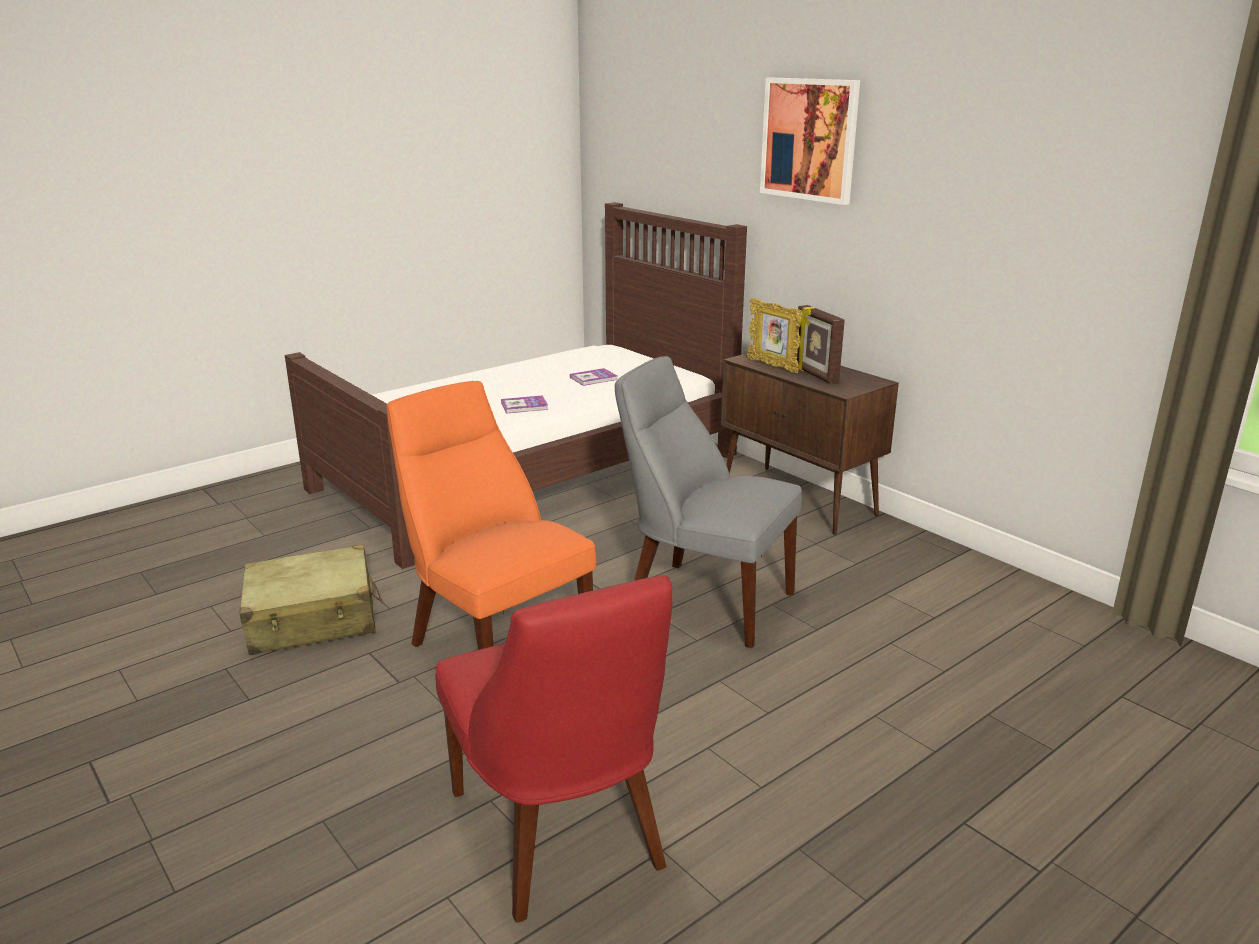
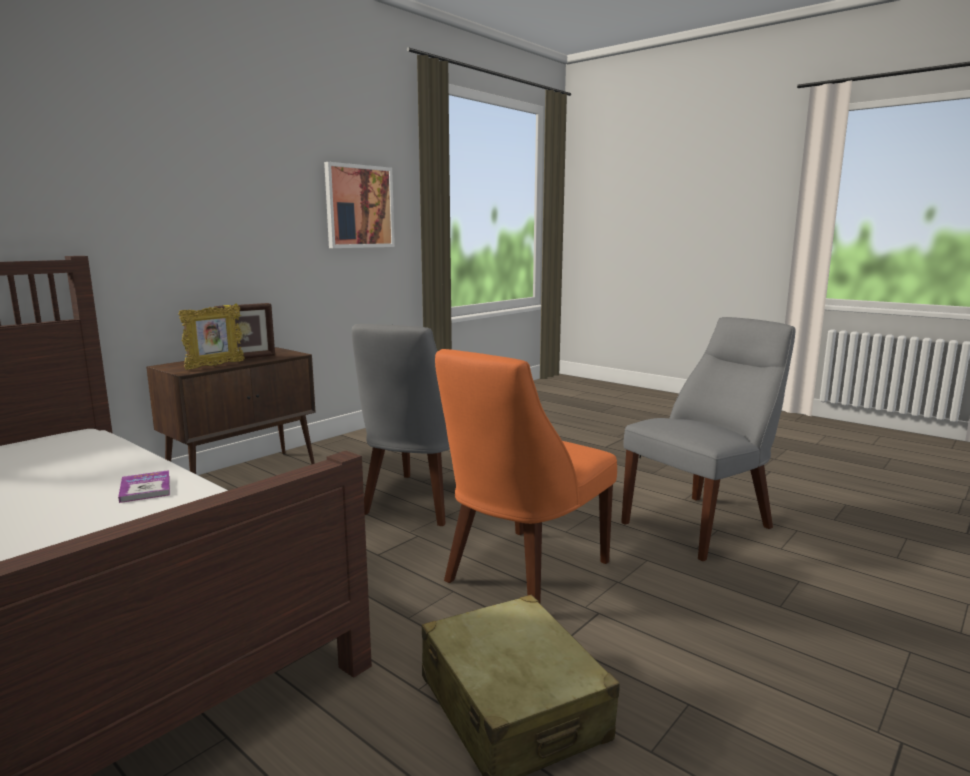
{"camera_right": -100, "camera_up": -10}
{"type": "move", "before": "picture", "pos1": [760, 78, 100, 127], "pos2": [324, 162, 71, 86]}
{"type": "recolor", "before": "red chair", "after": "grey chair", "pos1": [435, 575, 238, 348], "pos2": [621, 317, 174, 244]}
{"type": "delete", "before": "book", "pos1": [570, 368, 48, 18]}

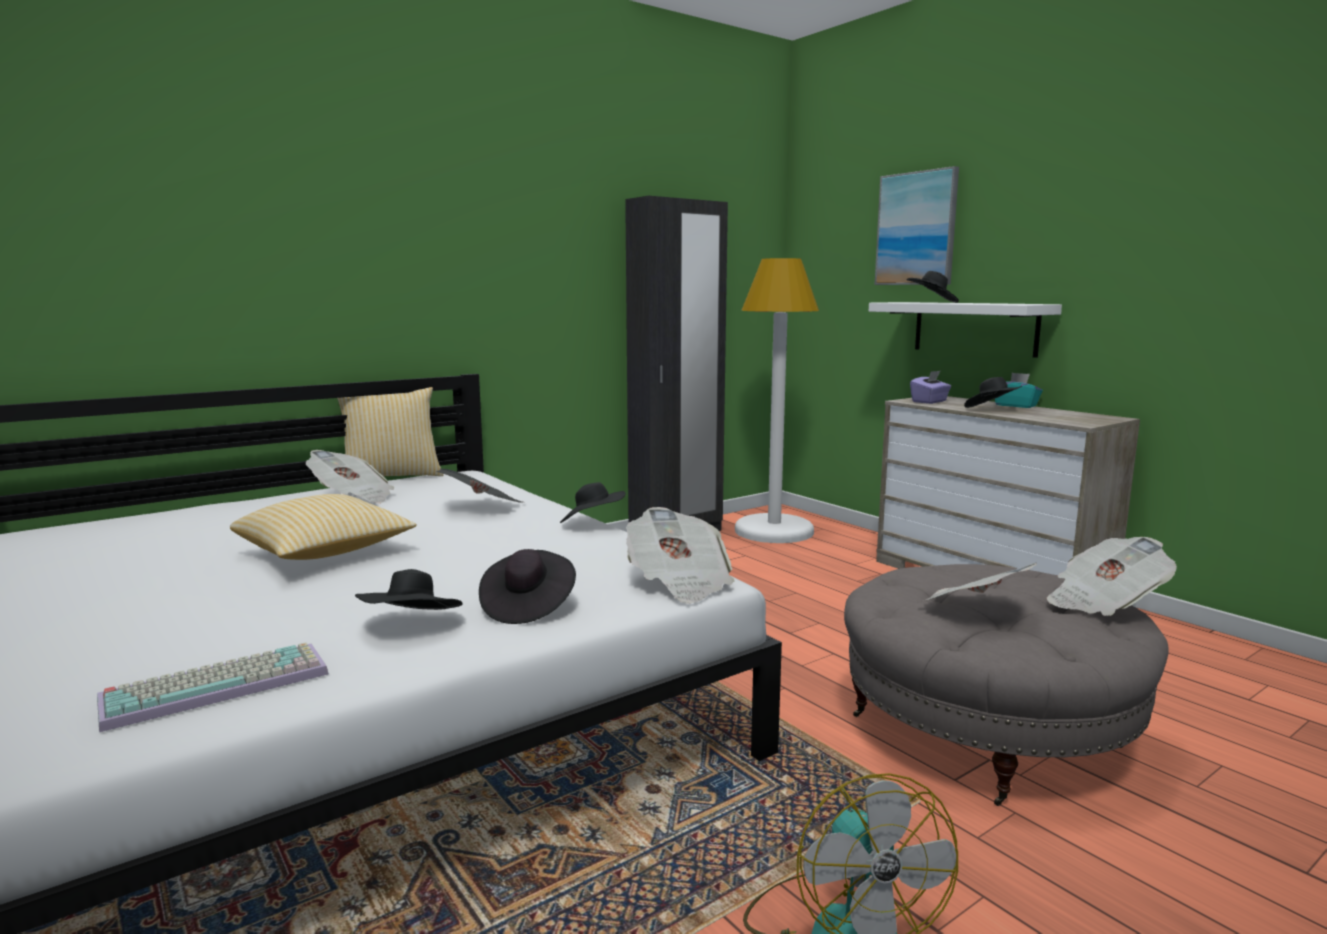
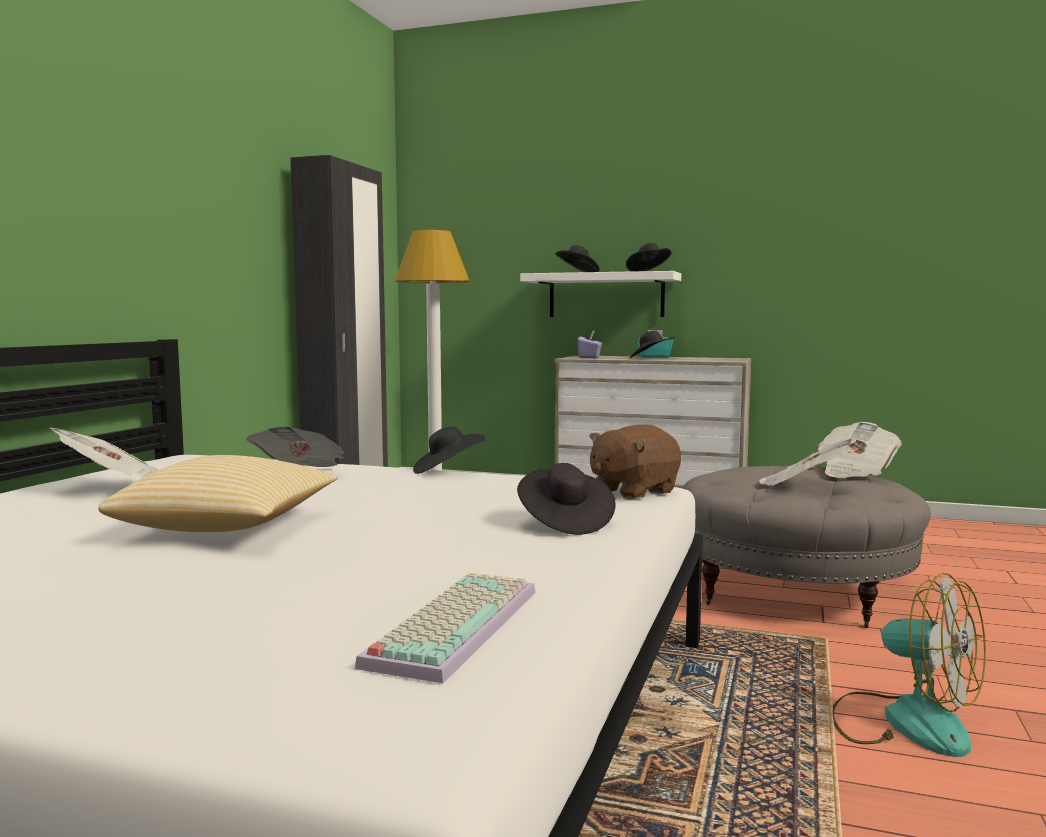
{"camera_right": -35, "camera_up": -5}
{"type": "replace", "before": "newspaper", "after": "brown plush toy", "pos1": [626, 507, 109, 97], "pos2": [589, 424, 92, 75]}
{"type": "move", "before": "black hat", "pos1": [355, 569, 108, 41], "pos2": [626, 243, 45, 29]}
{"type": "delete", "before": "pillow", "pos1": [337, 387, 106, 89]}
{"type": "delete", "before": "picture", "pos1": [875, 166, 84, 119]}

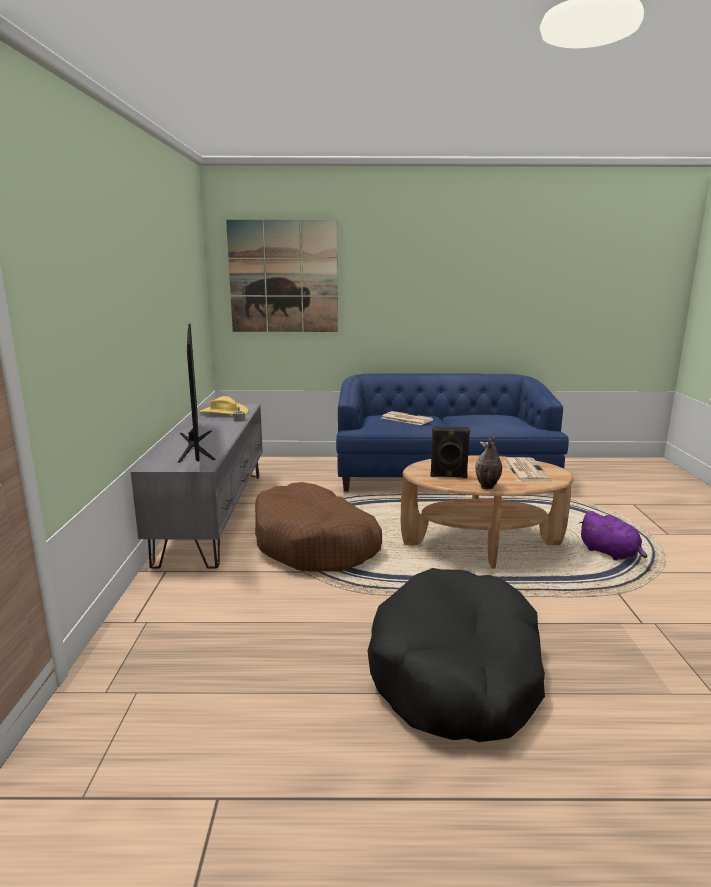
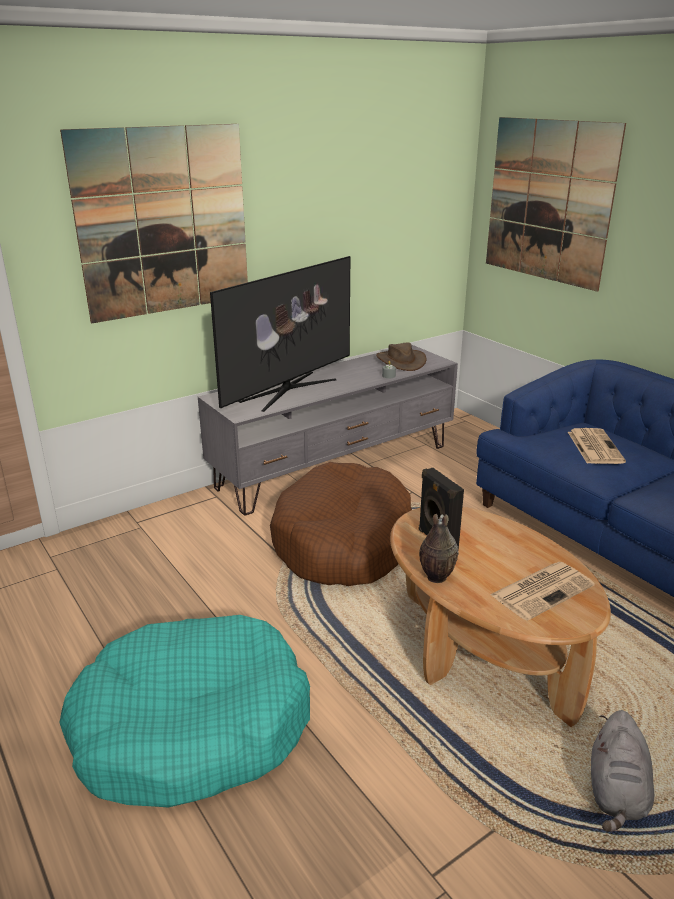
{"camera_right": 55, "camera_up": 10}
{"type": "recolor", "before": "black dog bed", "after": "turquoise dog bed", "pos1": [368, 568, 177, 174], "pos2": [59, 615, 251, 193]}
{"type": "insert", "after": "picture", "pos2": [60, 124, 188, 199]}
{"type": "recolor", "before": "yellow hat", "after": "brown hat", "pos1": [199, 396, 49, 19], "pos2": [376, 342, 50, 29]}
{"type": "recolor", "before": "purple plush toy", "after": "grey plush toy", "pos1": [579, 511, 68, 49], "pos2": [591, 710, 63, 122]}

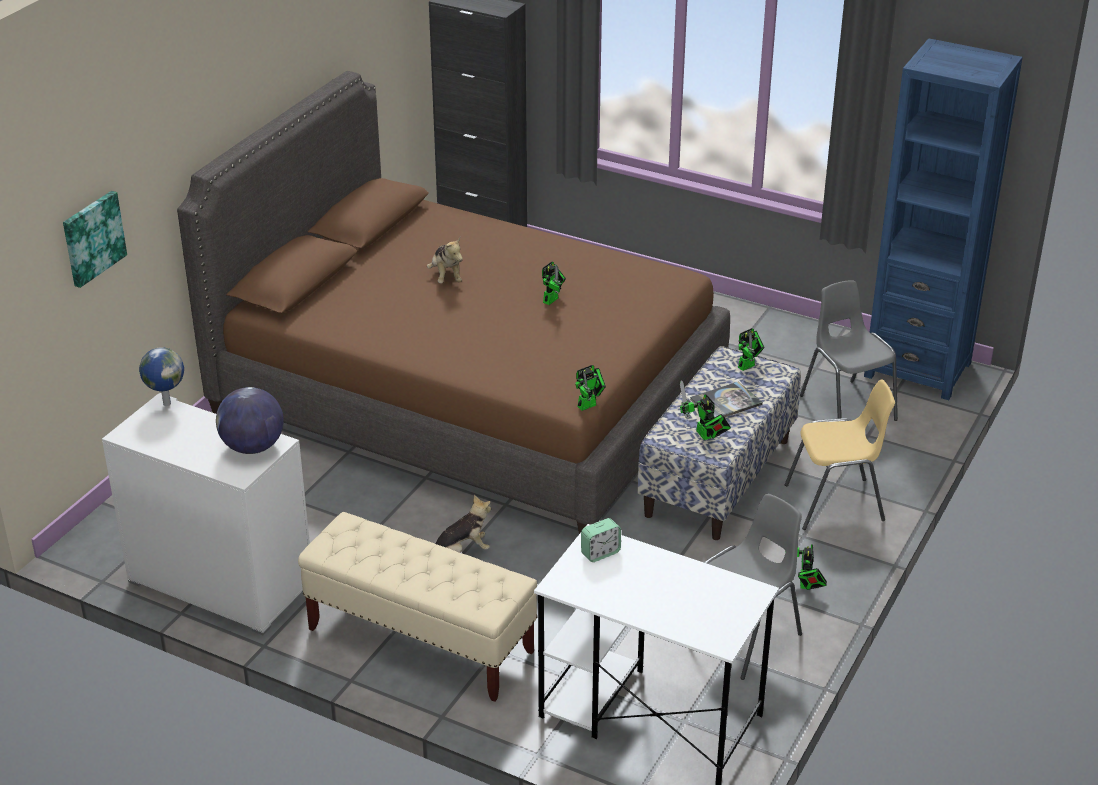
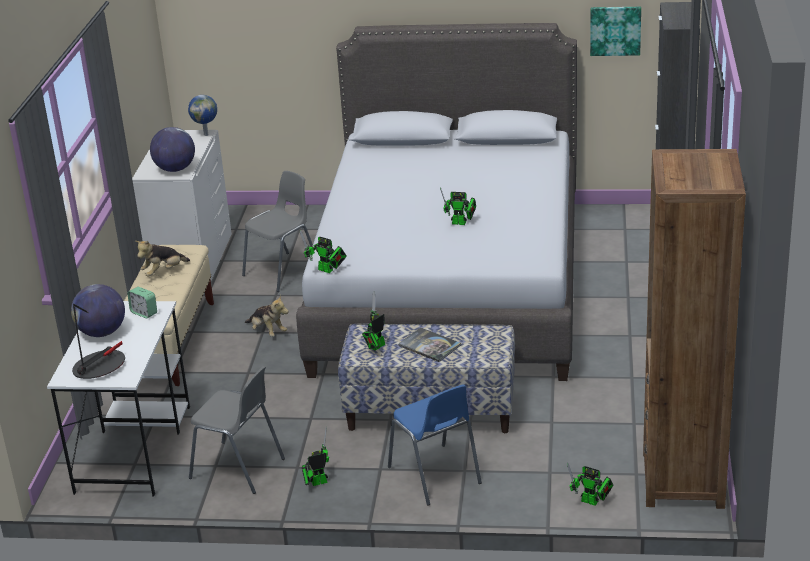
{"camera_right": 70, "camera_up": -5}
{"type": "insert", "after": "globe", "pos2": [71, 284, 54, 53]}
{"type": "insert", "after": "table lamp", "pos2": [72, 304, 53, 75]}
{"type": "move", "before": "plush toy", "pos1": [427, 237, 36, 46], "pos2": [135, 240, 55, 37]}
{"type": "move", "before": "grey chair", "pos1": [800, 280, 98, 141], "pos2": [242, 171, 71, 121]}
{"type": "recolor", "before": "brown bed", "after": "grey bed", "pos1": [177, 71, 553, 463], "pos2": [296, 23, 281, 358]}
{"type": "recolor", "before": "yellow chair", "after": "blue chair", "pos1": [785, 379, 110, 151], "pos2": [388, 384, 94, 121]}
{"type": "move", "before": "toy robot", "pos1": [738, 328, 26, 43], "pos2": [567, 463, 46, 43]}
{"type": "move", "before": "picture", "pos1": [63, 191, 64, 97], "pos2": [590, 7, 51, 49]}
{"type": "recolor", "before": "blue bookcase", "after": "brown bookcase", "pos1": [864, 38, 159, 362], "pos2": [643, 149, 103, 360]}

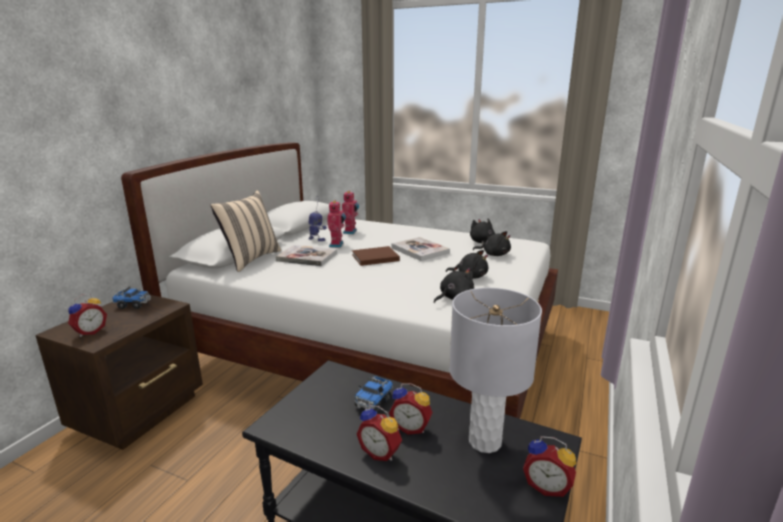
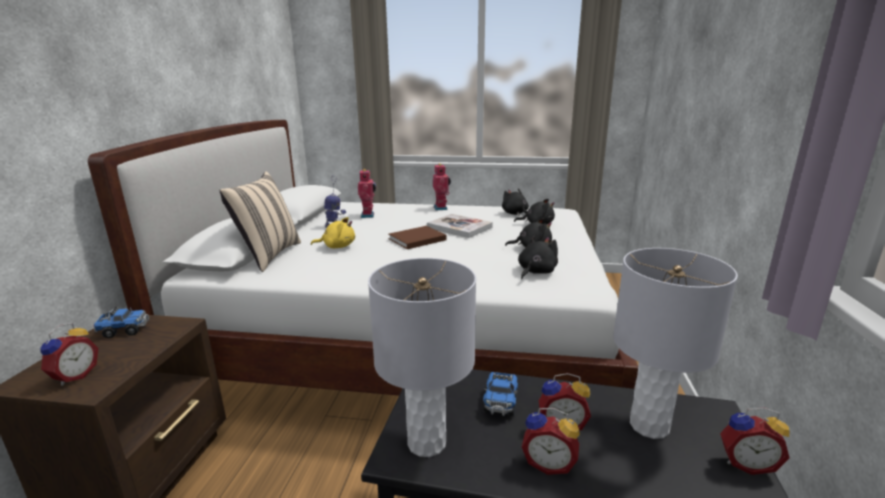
{"camera_right": -15, "camera_up": 0}
{"type": "replace", "before": "book", "after": "yellow plush toy", "pos1": [275, 245, 62, 21], "pos2": [311, 217, 44, 31]}
{"type": "insert", "after": "grey table lamp", "pos2": [368, 258, 108, 199]}
{"type": "move", "before": "toy robot", "pos1": [327, 200, 19, 48], "pos2": [433, 163, 18, 48]}

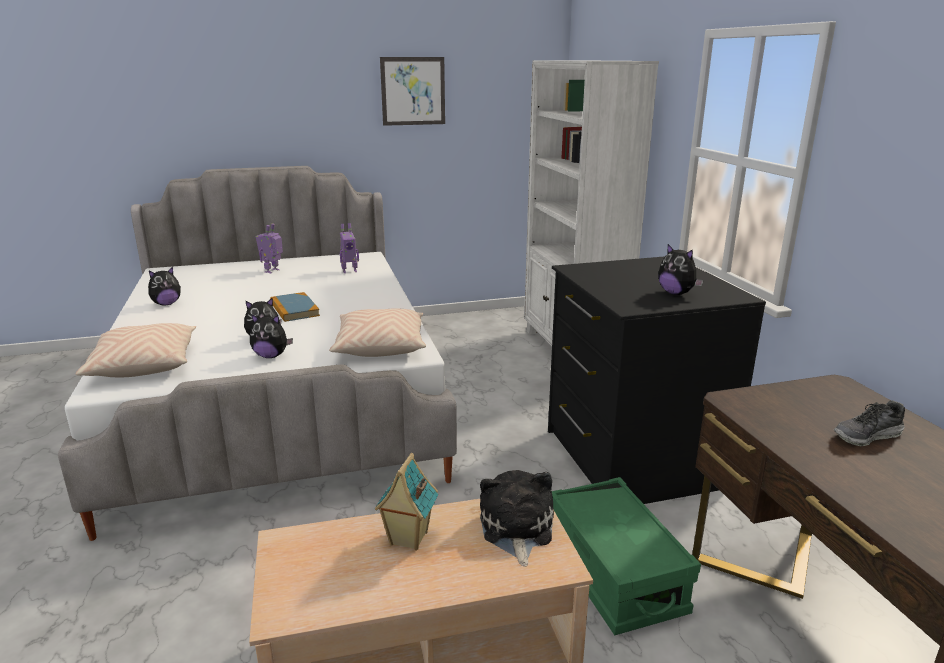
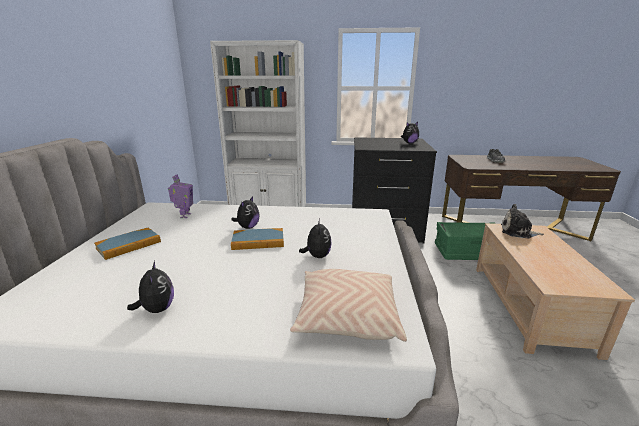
{"camera_right": -70, "camera_up": 0}
{"type": "replace", "before": "toy robot", "after": "book", "pos1": [256, 223, 27, 50], "pos2": [94, 228, 67, 32]}
{"type": "move", "before": "plush toy", "pos1": [250, 314, 43, 44], "pos2": [231, 196, 29, 33]}
{"type": "delete", "before": "beige pillow", "pos1": [329, 308, 97, 49]}
{"type": "delete", "before": "toy house", "pos1": [375, 453, 64, 98]}
{"type": "delete", "before": "picture", "pos1": [380, 57, 65, 69]}

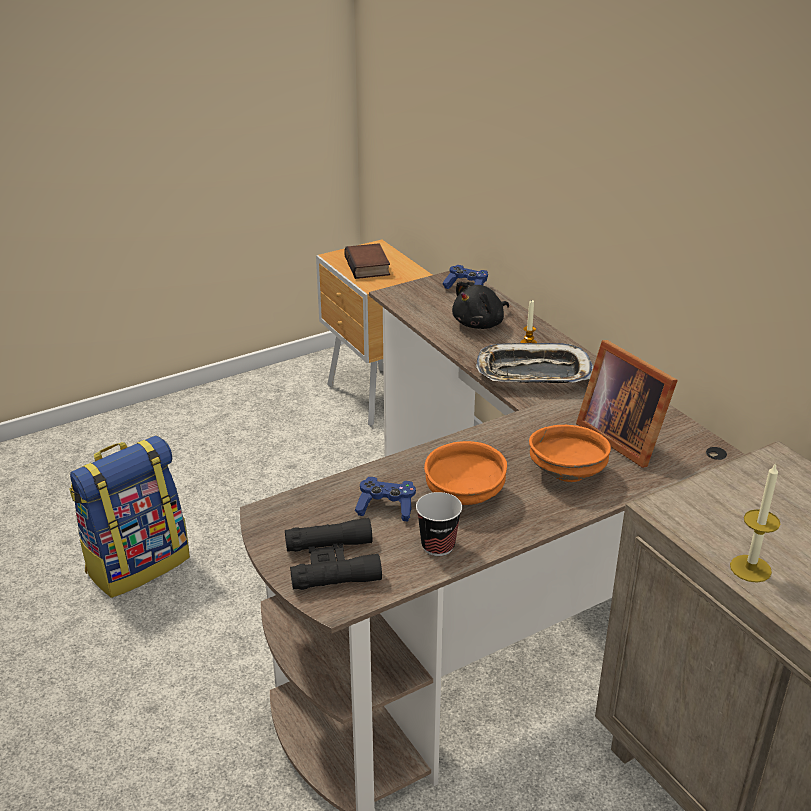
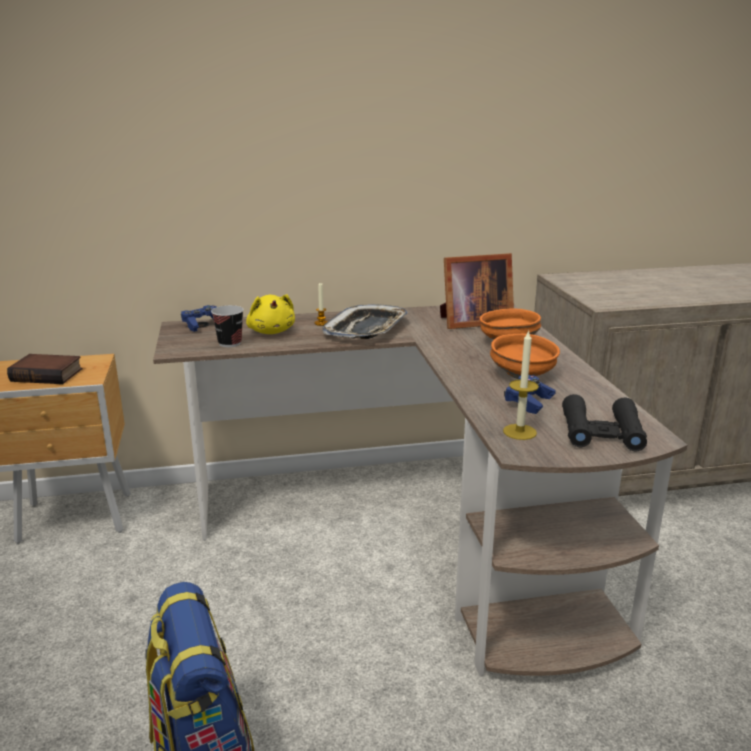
{"camera_right": -70, "camera_up": -10}
{"type": "move", "before": "cup", "pos1": [416, 492, 46, 64], "pos2": [211, 305, 33, 42]}
{"type": "recolor", "before": "black plush toy", "after": "yellow plush toy", "pos1": [452, 282, 57, 47], "pos2": [246, 295, 49, 39]}
{"type": "move", "before": "candle", "pos1": [730, 462, 50, 120], "pos2": [503, 330, 36, 110]}

